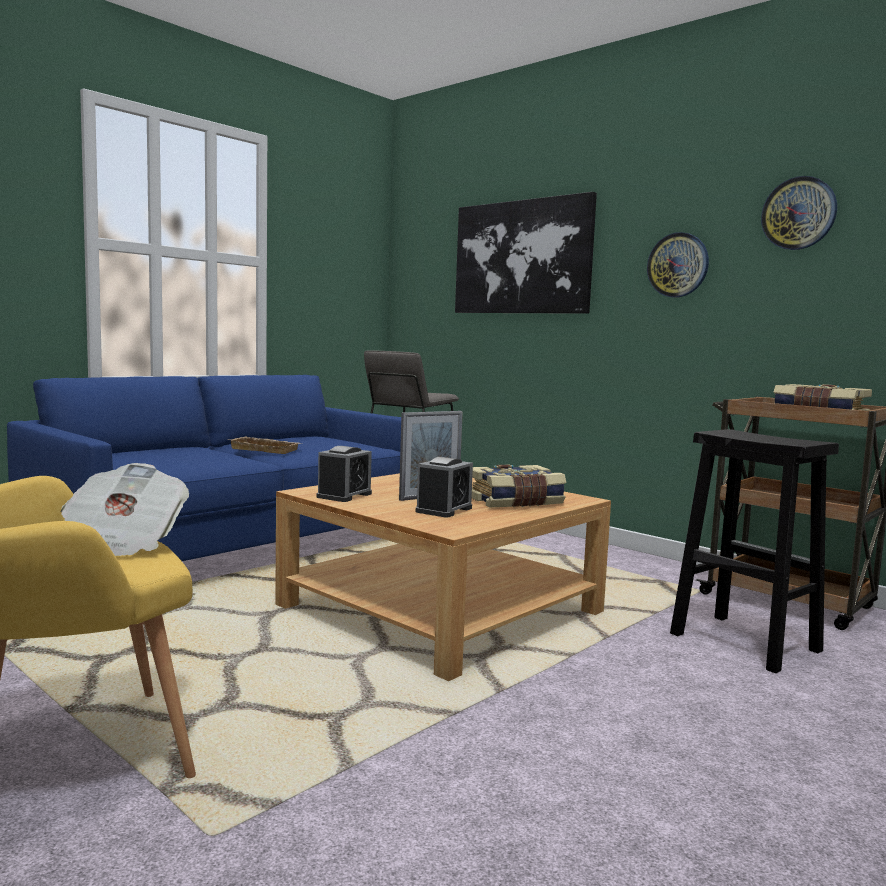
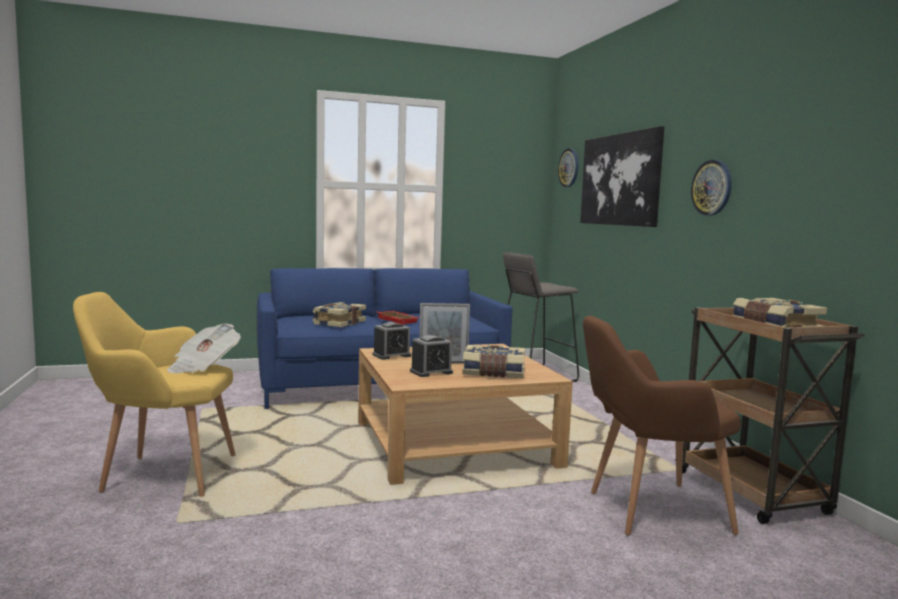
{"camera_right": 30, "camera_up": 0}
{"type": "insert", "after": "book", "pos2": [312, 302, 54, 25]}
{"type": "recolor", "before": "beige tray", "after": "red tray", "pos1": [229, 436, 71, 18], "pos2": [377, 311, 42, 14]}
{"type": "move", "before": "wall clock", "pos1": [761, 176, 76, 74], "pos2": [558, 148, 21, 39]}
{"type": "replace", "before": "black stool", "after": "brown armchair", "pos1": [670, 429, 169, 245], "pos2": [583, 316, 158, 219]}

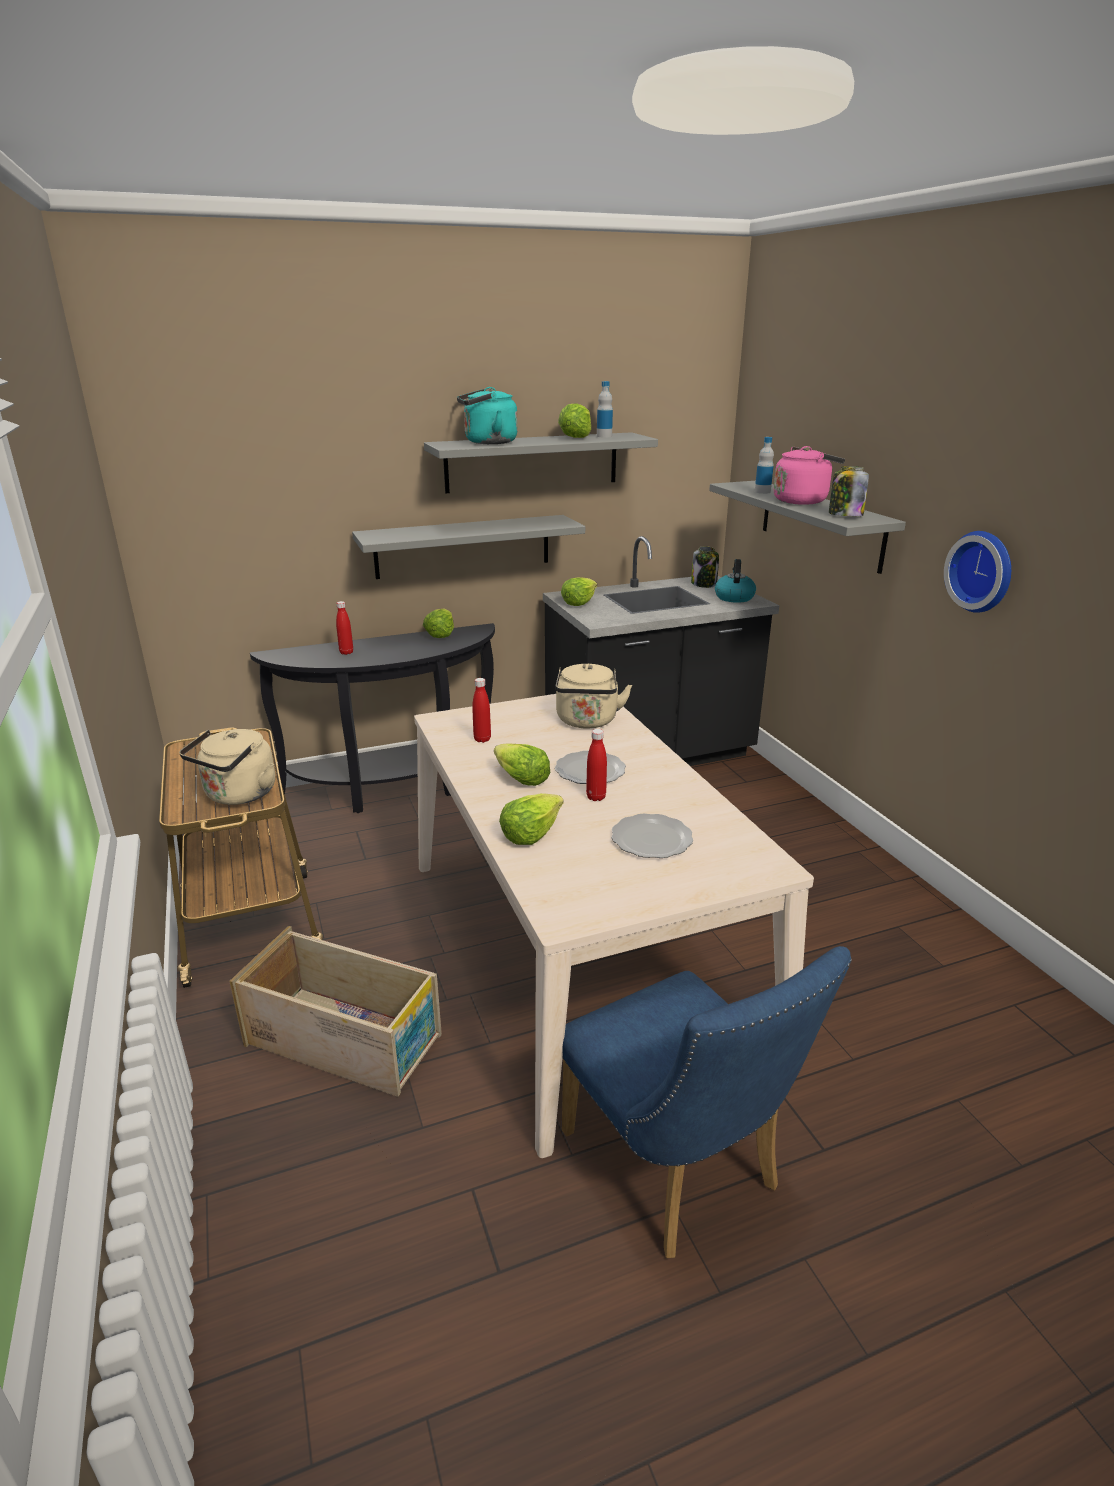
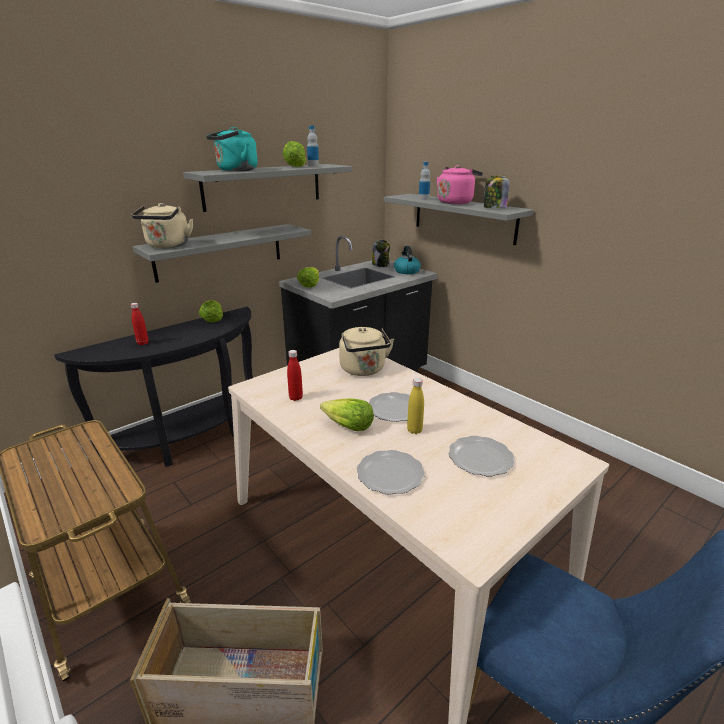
{"camera_right": -20, "camera_up": 0}
{"type": "move", "before": "beige kettle", "pos1": [179, 729, 96, 76], "pos2": [131, 203, 62, 45]}
{"type": "replace", "before": "lettuce", "after": "plate", "pos1": [499, 793, 65, 52], "pos2": [357, 450, 68, 45]}
{"type": "recolor", "before": "red bottle", "after": "yellow bottle", "pos1": [586, 729, 21, 72], "pos2": [407, 378, 17, 56]}
{"type": "delete", "before": "wall clock", "pos1": [944, 531, 67, 82]}

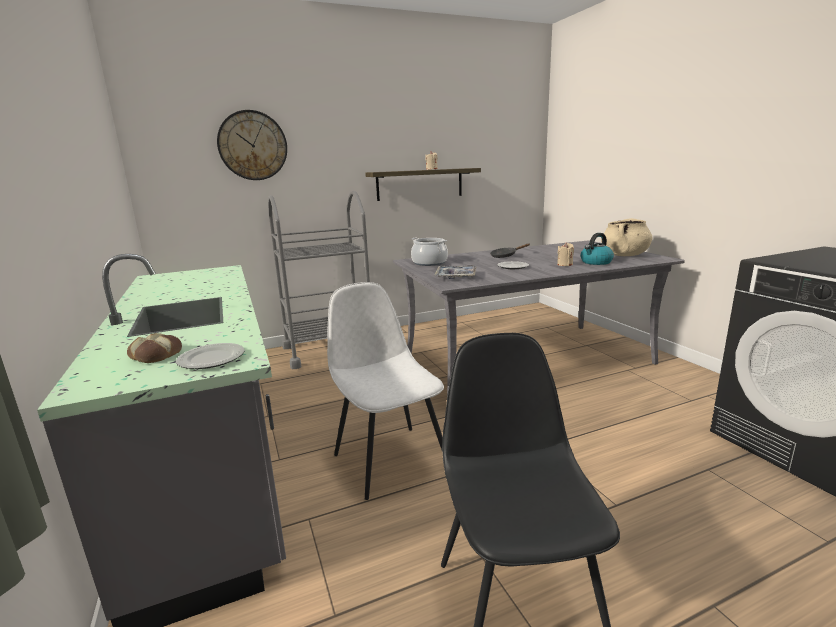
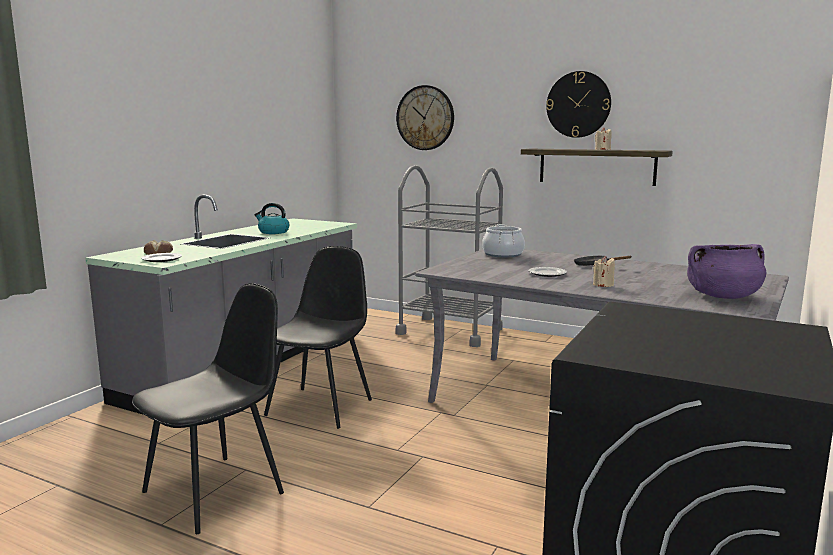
{"camera_right": 50, "camera_up": -5}
{"type": "move", "before": "kettle", "pos1": [581, 233, 33, 32], "pos2": [255, 203, 34, 31]}
{"type": "recolor", "before": "white chair", "after": "black chair", "pos1": [327, 282, 117, 218], "pos2": [264, 246, 108, 183]}
{"type": "insert", "after": "wall clock", "pos2": [546, 71, 65, 67]}
{"type": "recolor", "before": "beige cooking pot", "after": "purple cooking pot", "pos1": [601, 218, 52, 38], "pos2": [687, 244, 79, 55]}
{"type": "delete", "before": "tray", "pos1": [434, 265, 43, 14]}

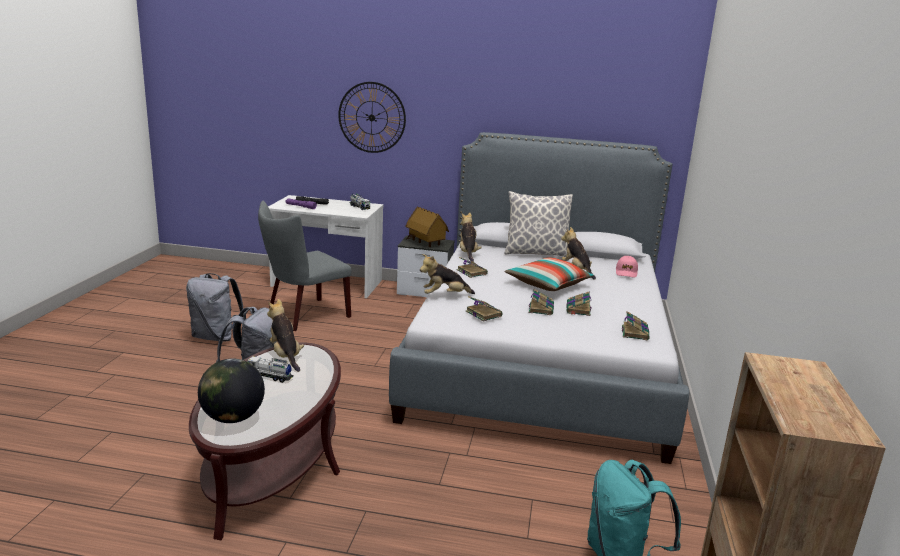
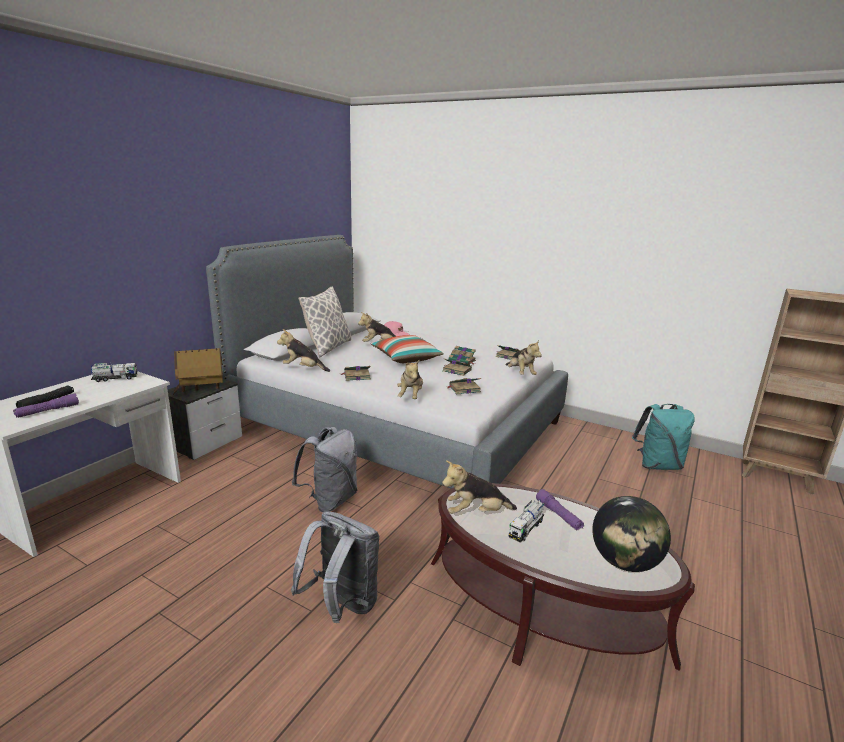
{"camera_right": -70, "camera_up": 0}
{"type": "move", "before": "grey backpack", "pos1": [186, 273, 57, 69], "pos2": [292, 427, 65, 85]}
{"type": "insert", "after": "plush toy", "pos2": [506, 340, 36, 35]}
{"type": "insert", "after": "purple flashlight", "pos2": [536, 489, 48, 41]}
{"type": "delete", "before": "grey chair", "pos1": [258, 201, 93, 130]}
{"type": "delete", "before": "wall clock", "pos1": [338, 82, 68, 71]}

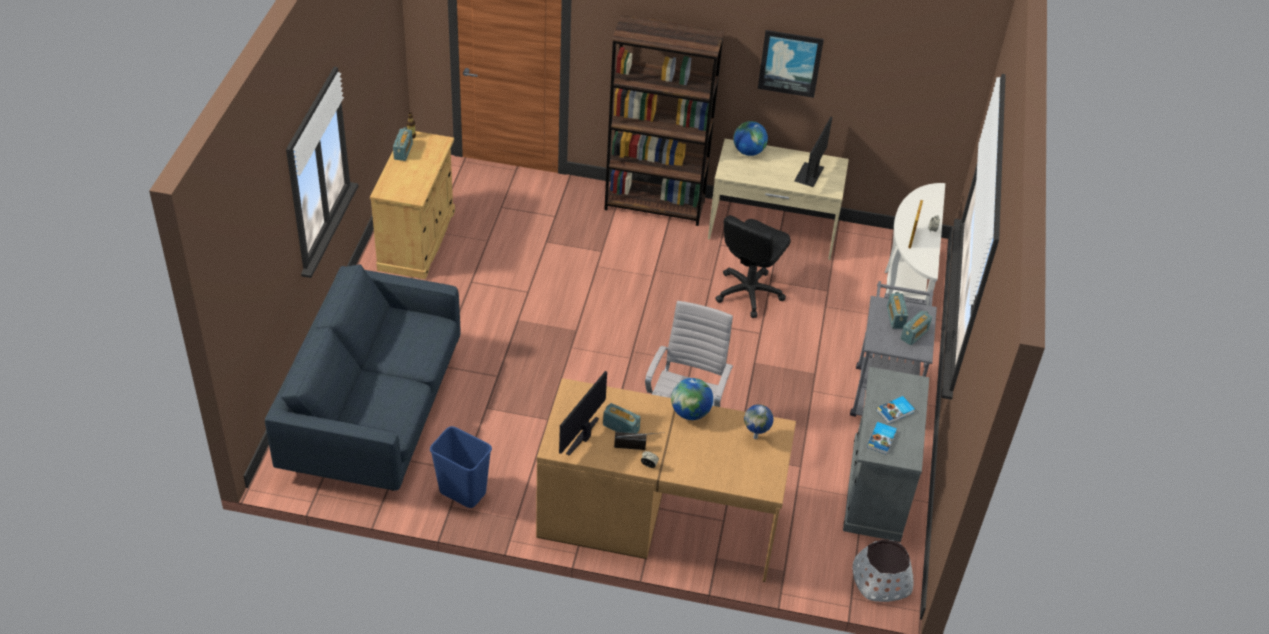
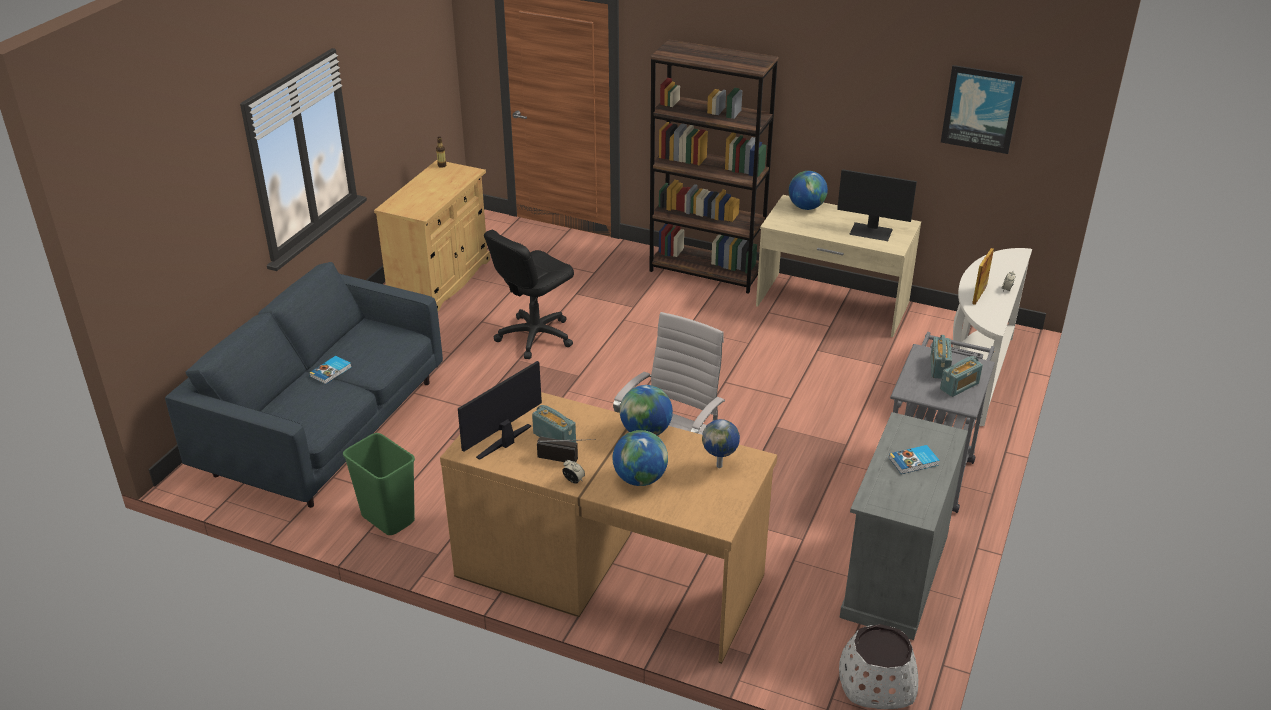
{"camera_right": 15, "camera_up": -10}
{"type": "move", "before": "book", "pos1": [867, 422, 30, 33], "pos2": [309, 356, 42, 28]}
{"type": "recolor", "before": "blue trash can", "after": "green trash can", "pos1": [430, 426, 62, 82], "pos2": [343, 433, 72, 102]}
{"type": "move", "before": "black office chair", "pos1": [715, 215, 76, 103], "pos2": [484, 230, 90, 129]}
{"type": "insert", "after": "globe", "pos2": [613, 430, 55, 56]}
{"type": "rotate", "before": "monitor", "pos1": [794, 117, 38, 70], "pos2": [837, 169, 80, 72], "turn": -105}
{"type": "move", "before": "picture", "pos1": [758, 30, 66, 68], "pos2": [941, 65, 82, 89]}
{"type": "delete", "before": "radio", "pos1": [393, 127, 20, 34]}

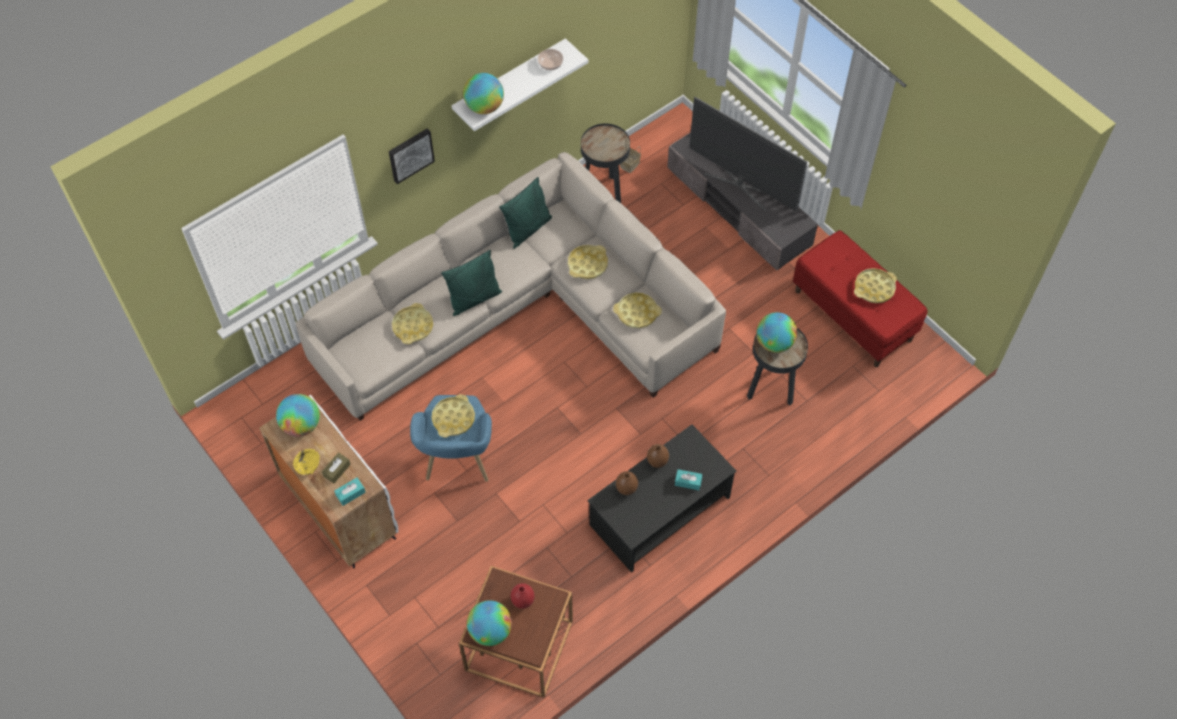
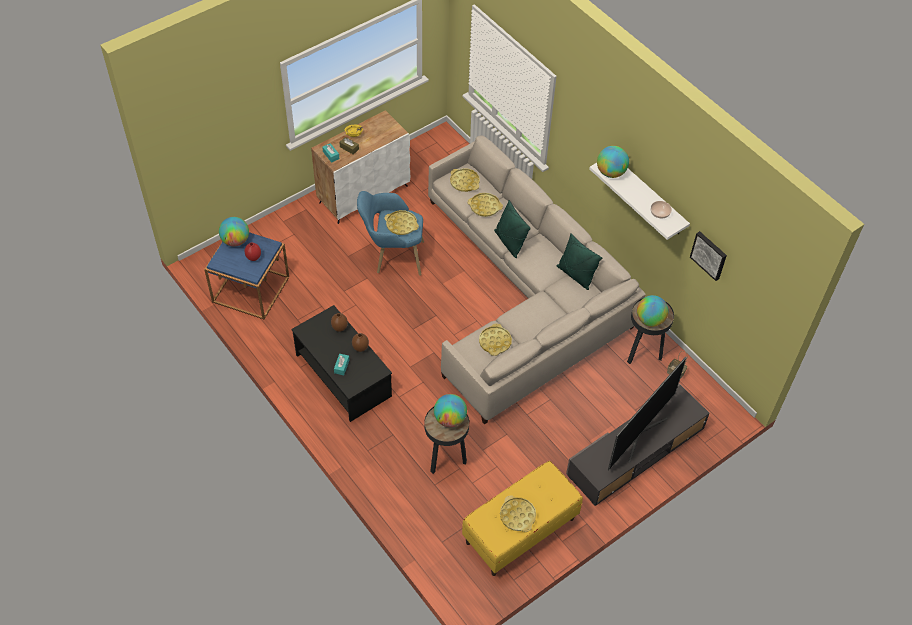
{"camera_right": 90, "camera_up": -5}
{"type": "recolor", "before": "brown side table", "after": "blue side table", "pos1": [459, 566, 114, 132], "pos2": [204, 232, 85, 87]}
{"type": "move", "before": "yellow tray", "pos1": [568, 245, 40, 34], "pos2": [450, 168, 30, 24]}
{"type": "recolor", "before": "red bench", "after": "yellow bench", "pos1": [793, 230, 135, 137], "pos2": [462, 461, 121, 115]}
{"type": "move", "before": "globe", "pos1": [276, 394, 44, 43], "pos2": [637, 295, 31, 32]}
{"type": "move", "before": "picture", "pos1": [389, 129, 46, 55], "pos2": [690, 231, 37, 50]}

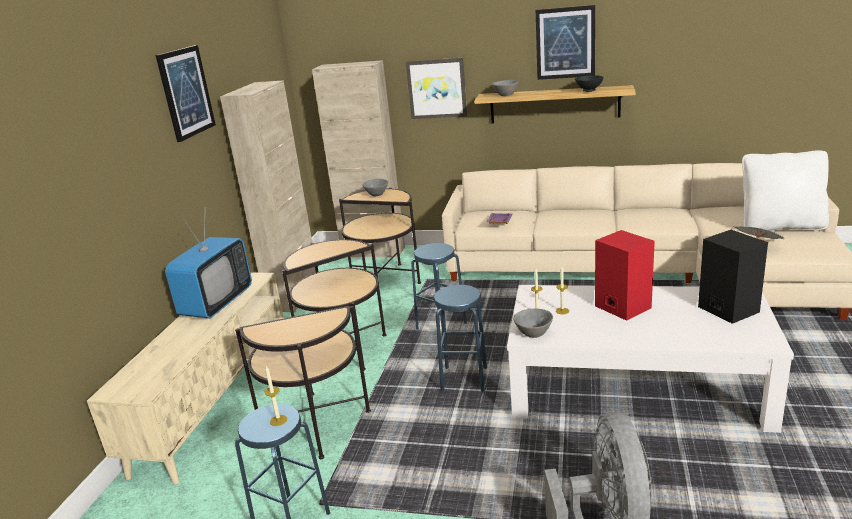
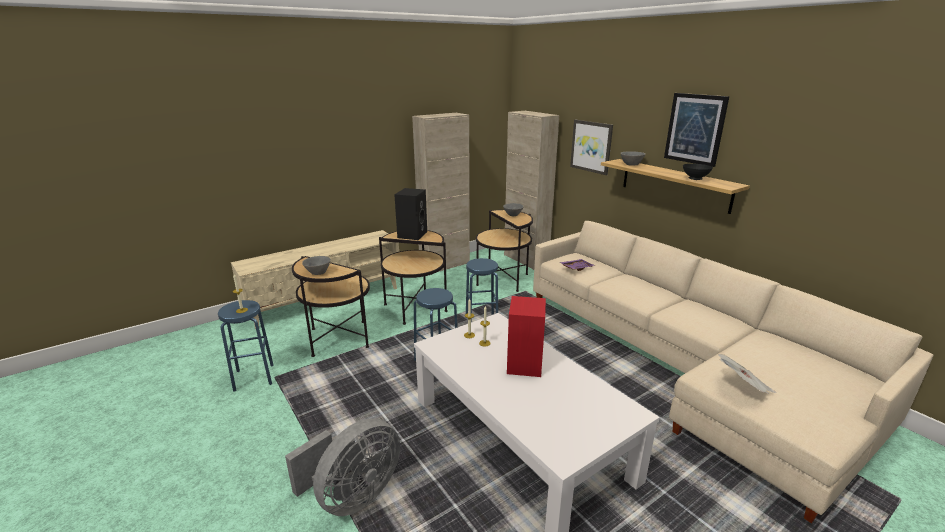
{"camera_right": 40, "camera_up": 0}
{"type": "move", "before": "grey bowl", "pos1": [514, 309, 39, 29], "pos2": [302, 256, 29, 19]}
{"type": "move", "before": "black speaker", "pos1": [698, 230, 70, 94], "pos2": [394, 188, 33, 52]}
{"type": "delete", "before": "picture", "pos1": [156, 45, 60, 97]}
{"type": "delete", "before": "television", "pos1": [165, 206, 87, 113]}
{"type": "delete", "before": "white pillow", "pos1": [742, 150, 87, 82]}

